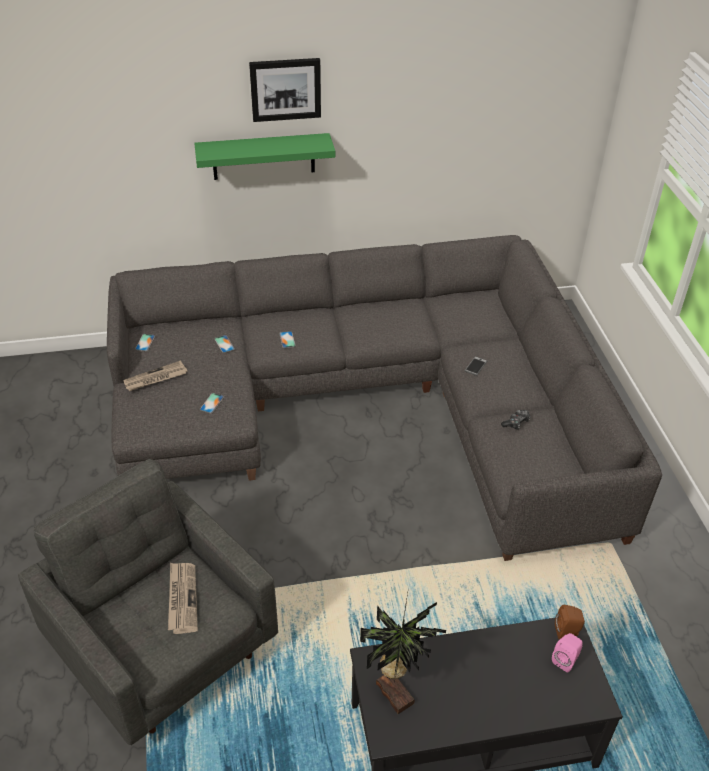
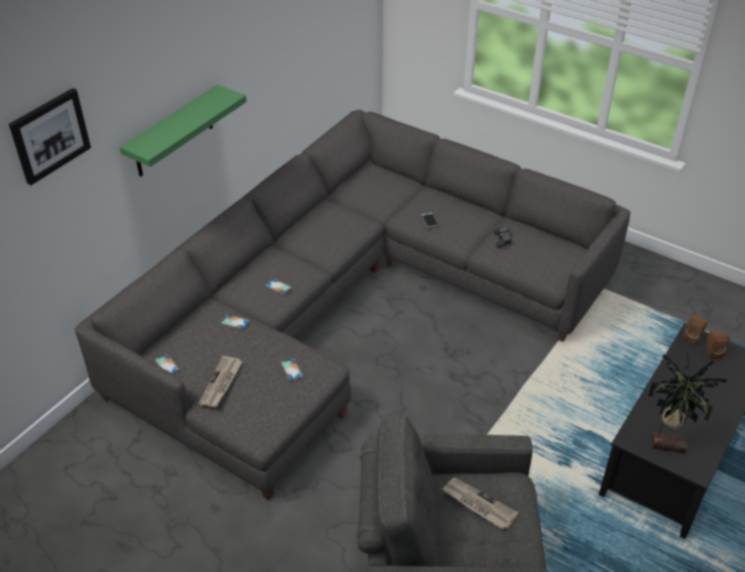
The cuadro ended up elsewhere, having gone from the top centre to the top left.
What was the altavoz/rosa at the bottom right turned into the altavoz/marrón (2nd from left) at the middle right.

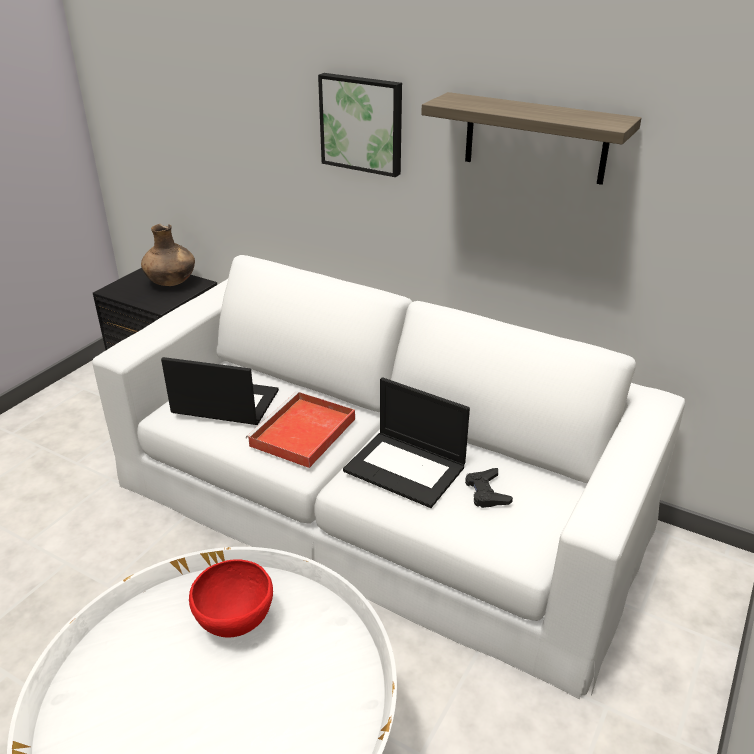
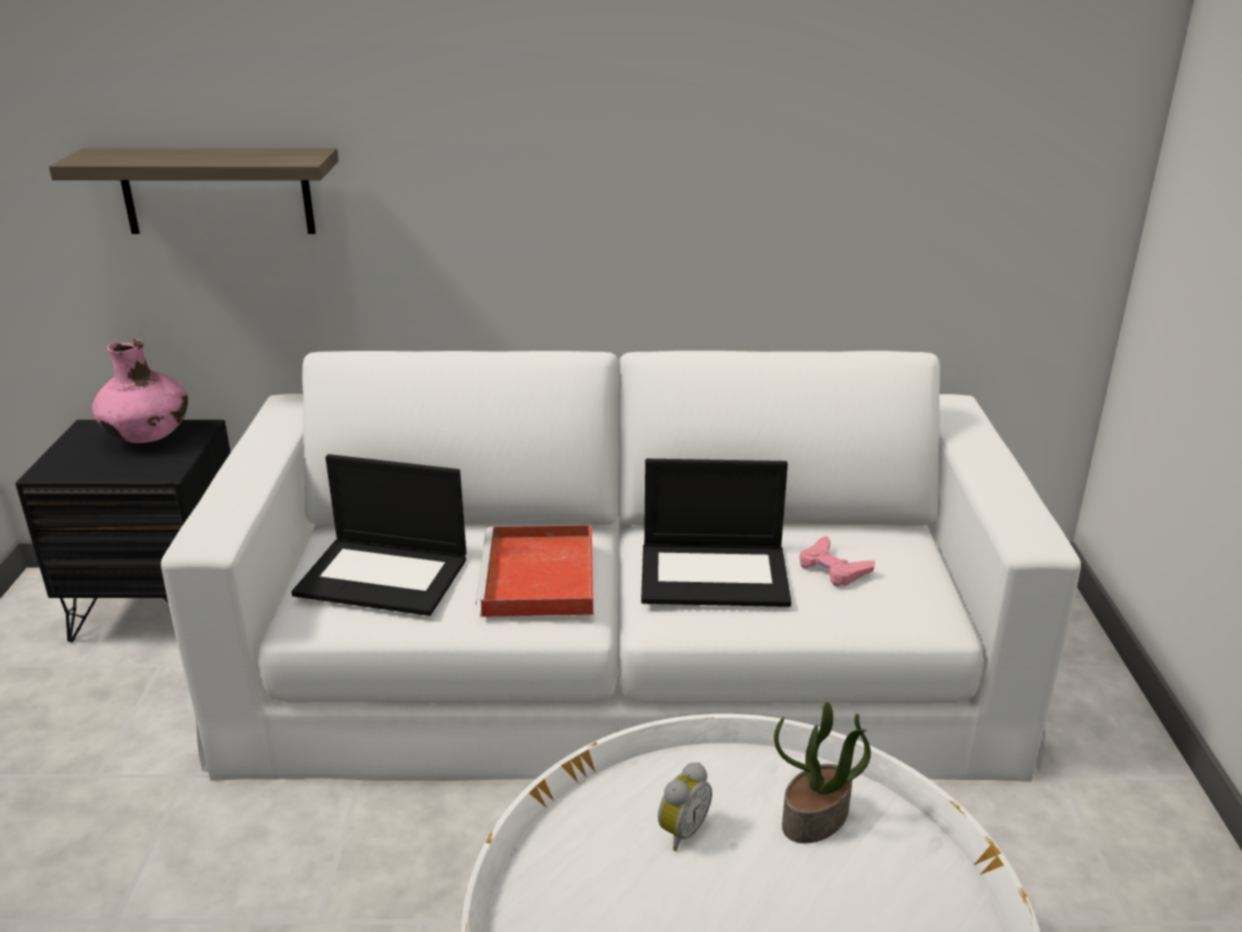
The second view lost the cuadro at the top centre.
The second view gained the planta en maceta at the bottom centre.
The estante ended up elsewhere, having gone from the top right to the top left.
Where the cuenco/rojo stood at the bottom left, the despertador came to stand at the bottom centre.
What was the florero/marrón at the middle left turned into the florero/rosa at the middle left.
What was the mando de consola/negro at the centre turned into the mando de consola/rosa at the middle right.
The portátil (1st from left) at the middle left ended up facing another way, 150 degrees counterclockwise from before.

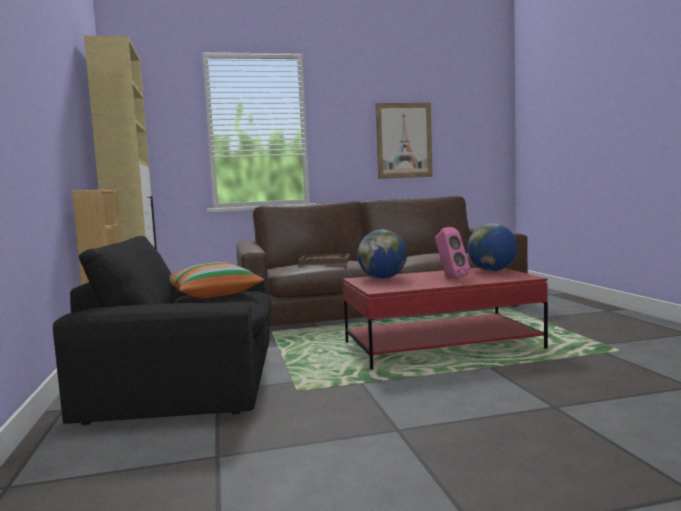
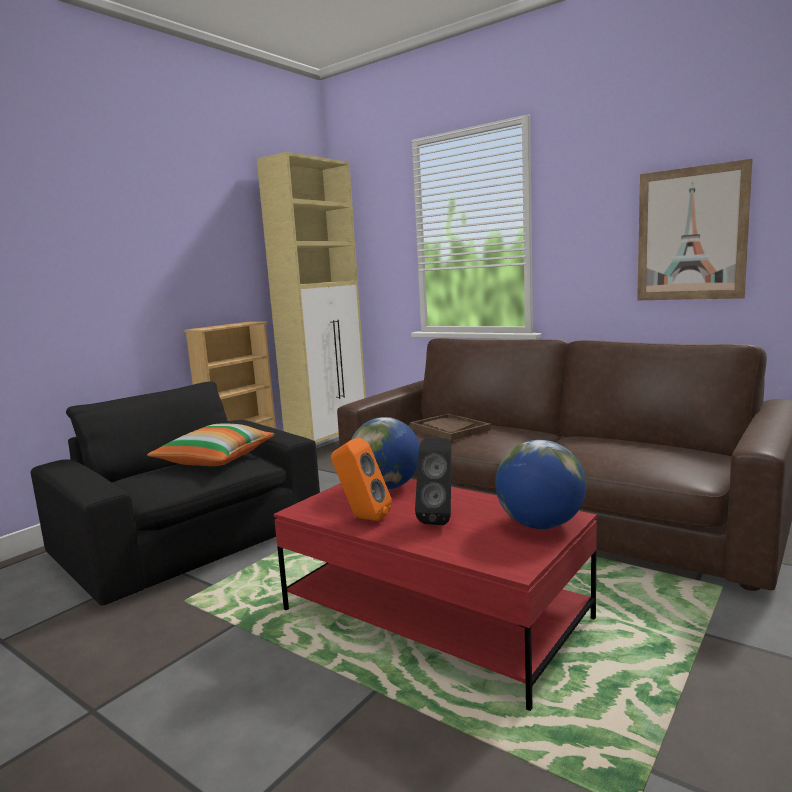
The second view gained the altavoz/naranja at the centre.
What was the altavoz/rosa at the centre turned into the altavoz/negro at the centre.

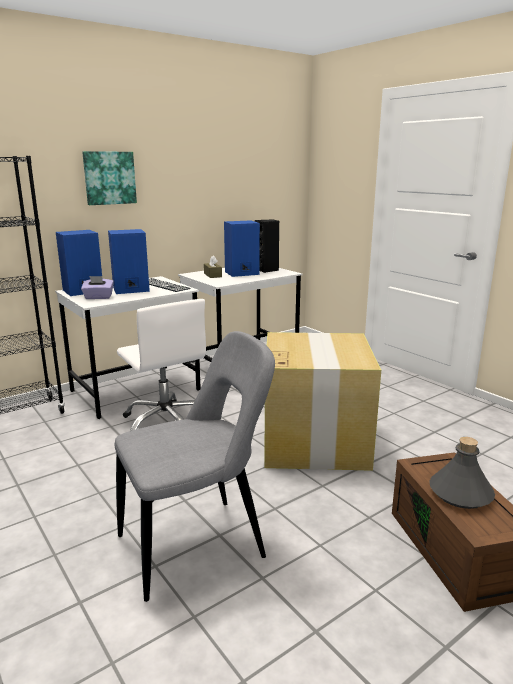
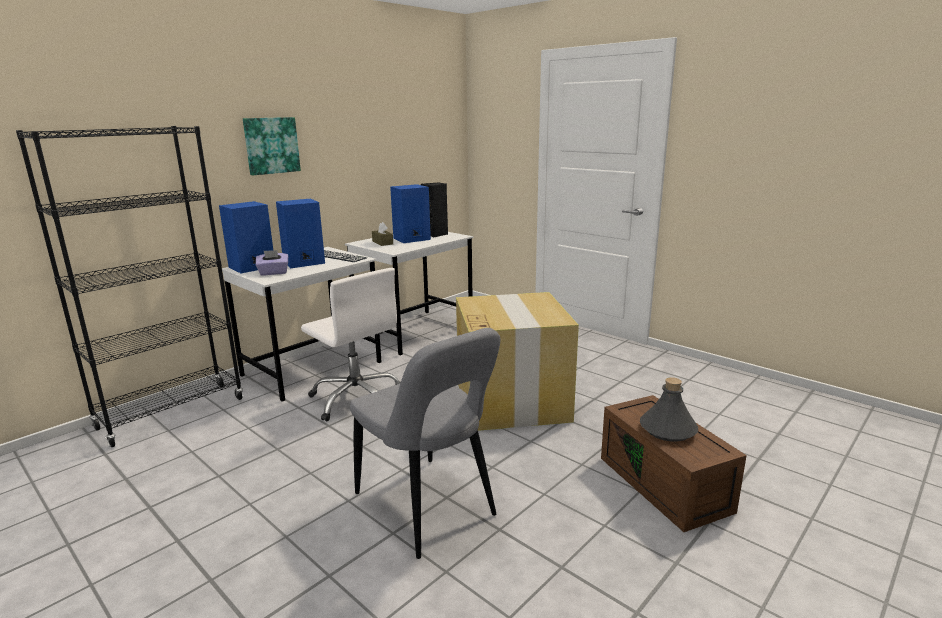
The silla/gris at the bottom centre ended up facing another way, 90 degrees clockwise from before.

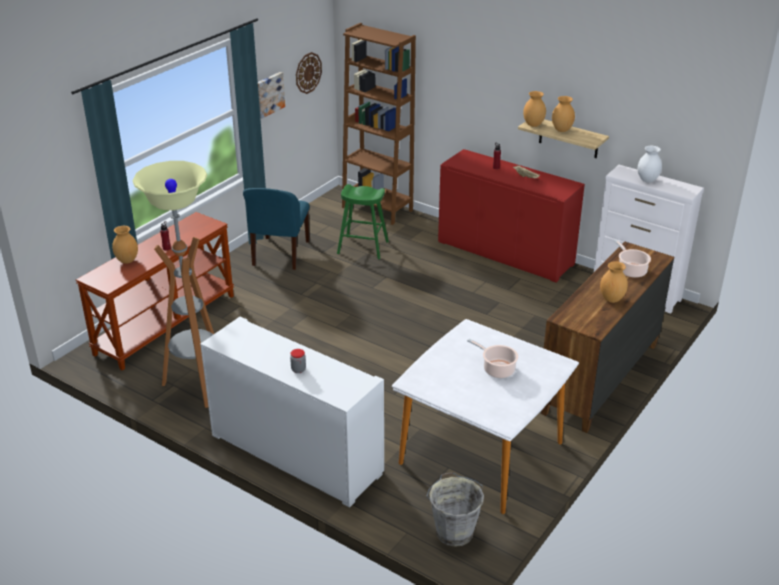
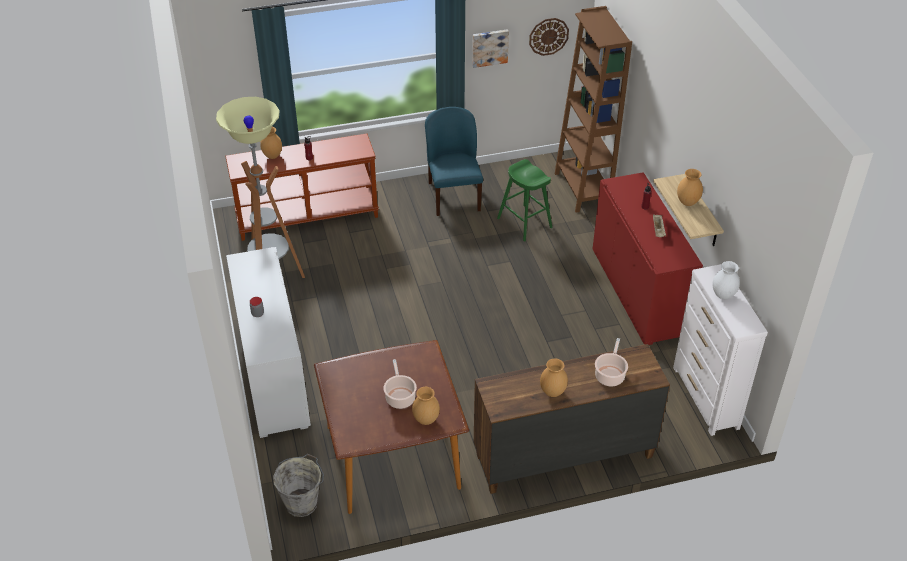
The florero/marrón (2nd from left) ended up elsewhere, having gone from the top right to the bottom centre.
What was the mesa de comedor/blanco at the bottom centre turned into the mesa de comedor/marrón at the bottom centre.
The silla/azul at the centre ended up facing another way, 120 degrees clockwise from before.

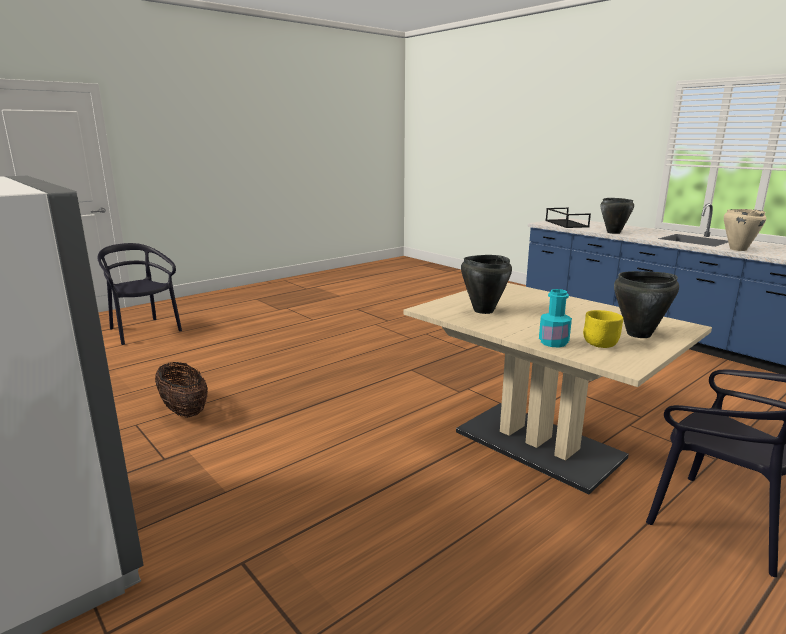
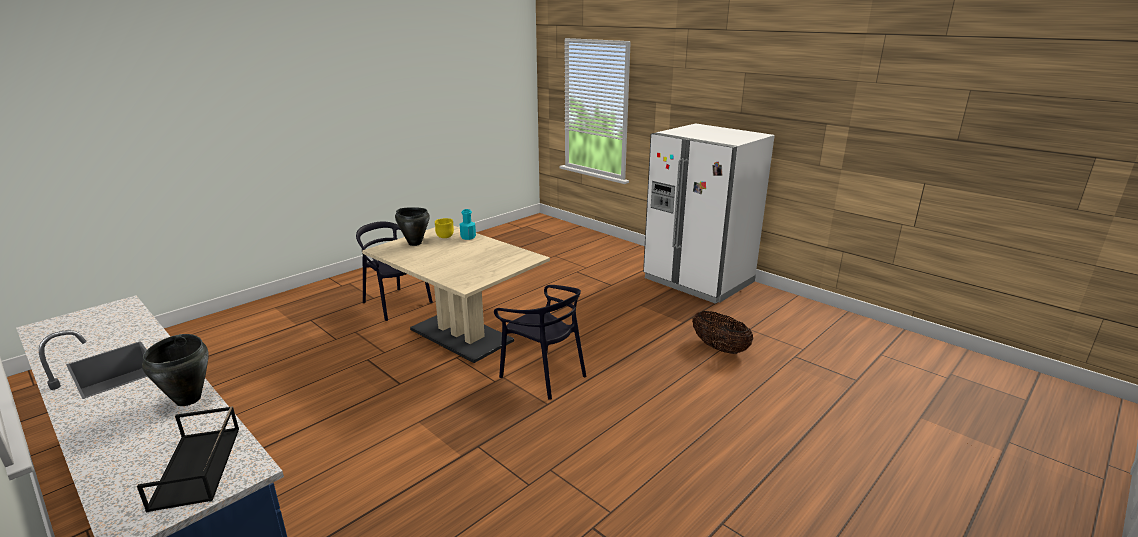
The second view lost the olla/negro (1st from left) at the centre.
The second view lost the olla/beis at the middle right.
The silla/negro (1st from left in the first image) ended up elsewhere, having gone from the middle left to the centre.

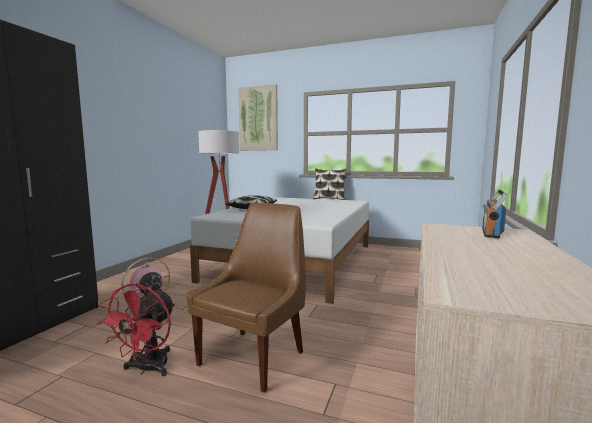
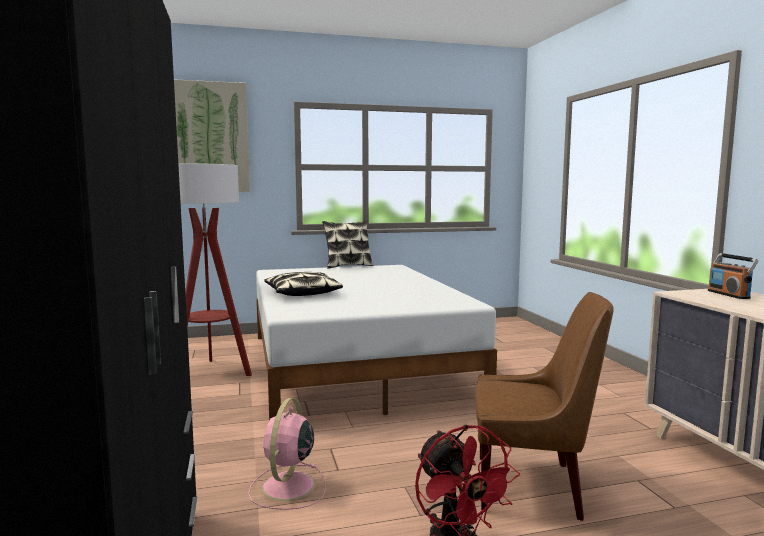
The silla/marrón at the bottom centre ended up facing another way, 105 degrees clockwise from before.

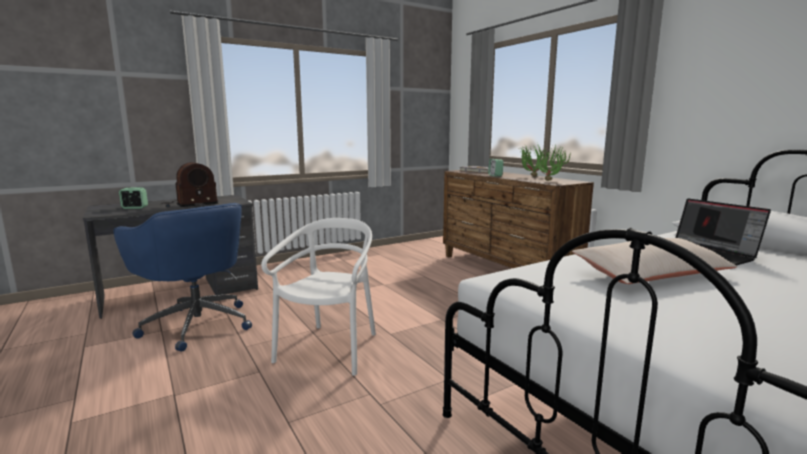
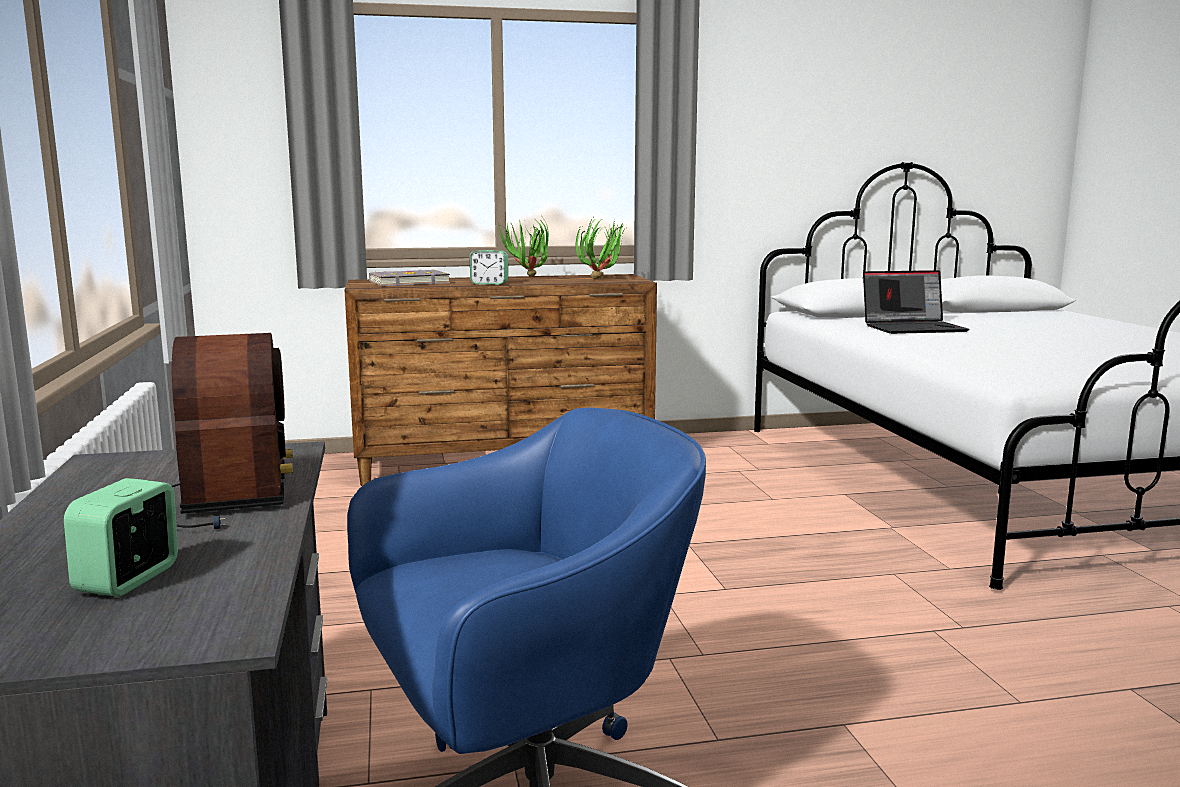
The second view lost the silla/blanco at the centre.
The second view lost the cojín/beis at the middle right.

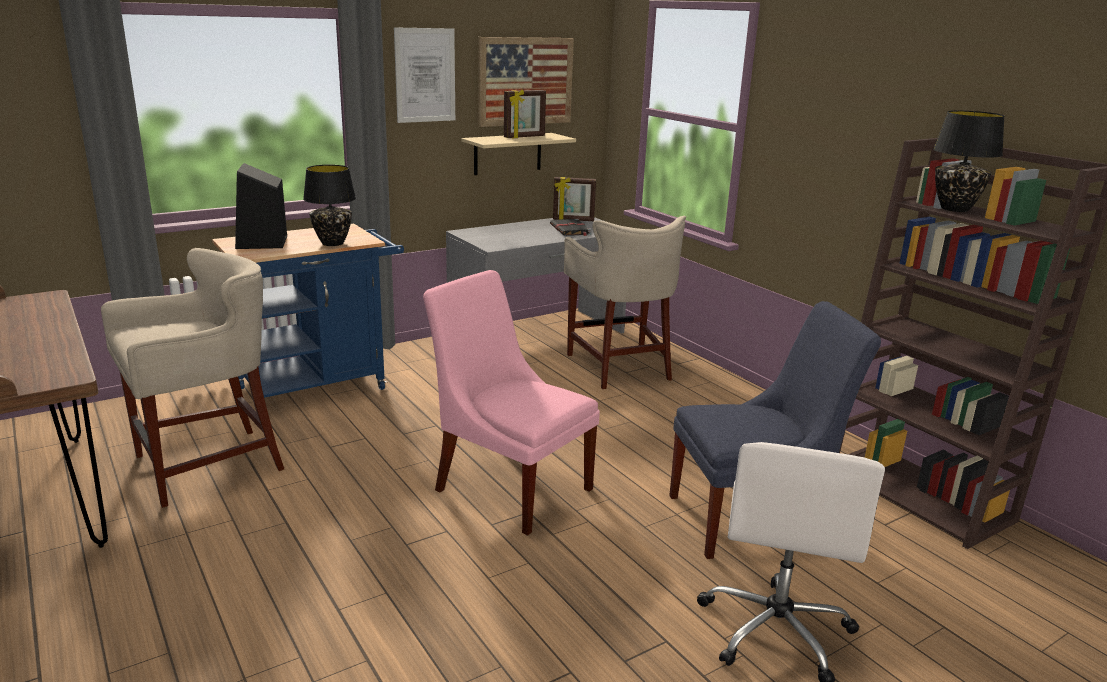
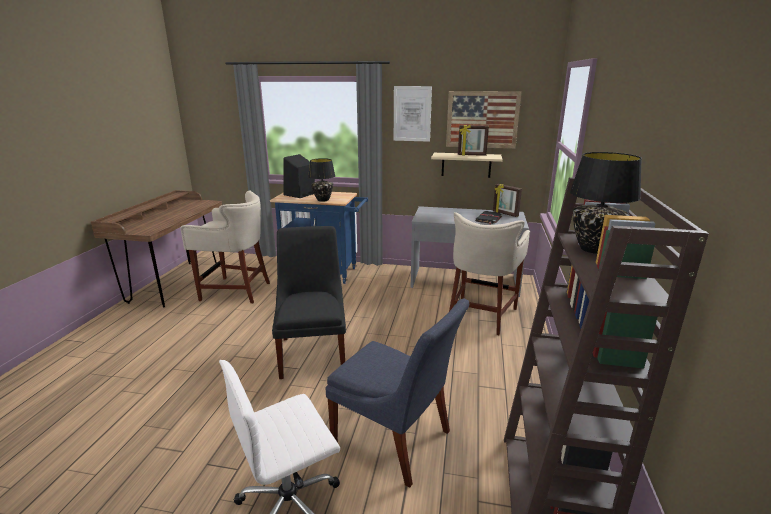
What was the silla/rosa at the centre turned into the silla/negro at the centre.

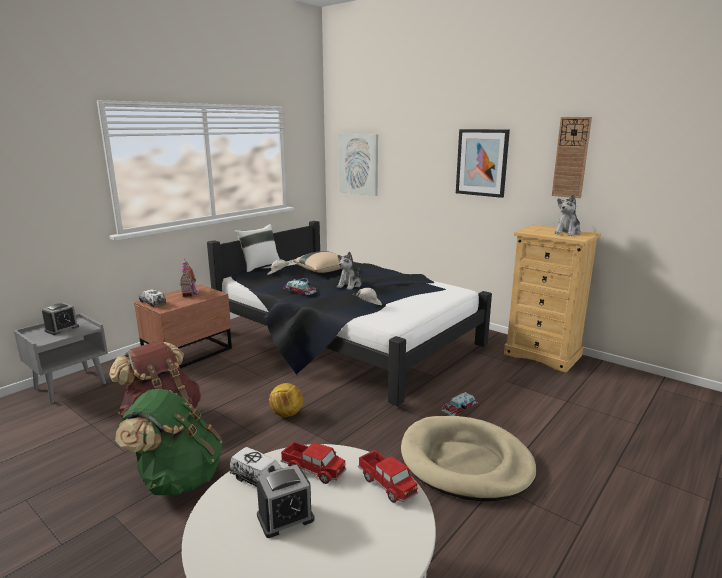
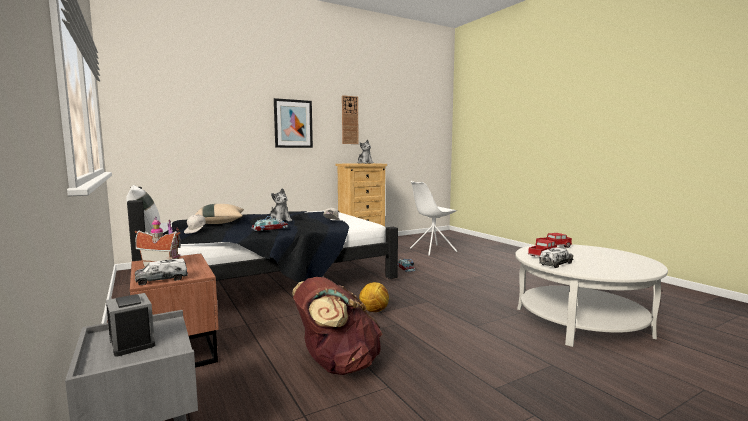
The second view lost the mochila/verde at the bottom left.
The second view lost the despertador (2nd from left) at the bottom centre.
The second view lost the cuadro (1st from left) at the top centre.
The second view lost the cama para perro/beis at the bottom centre.
The second view gained the silla/blanco at the centre.

